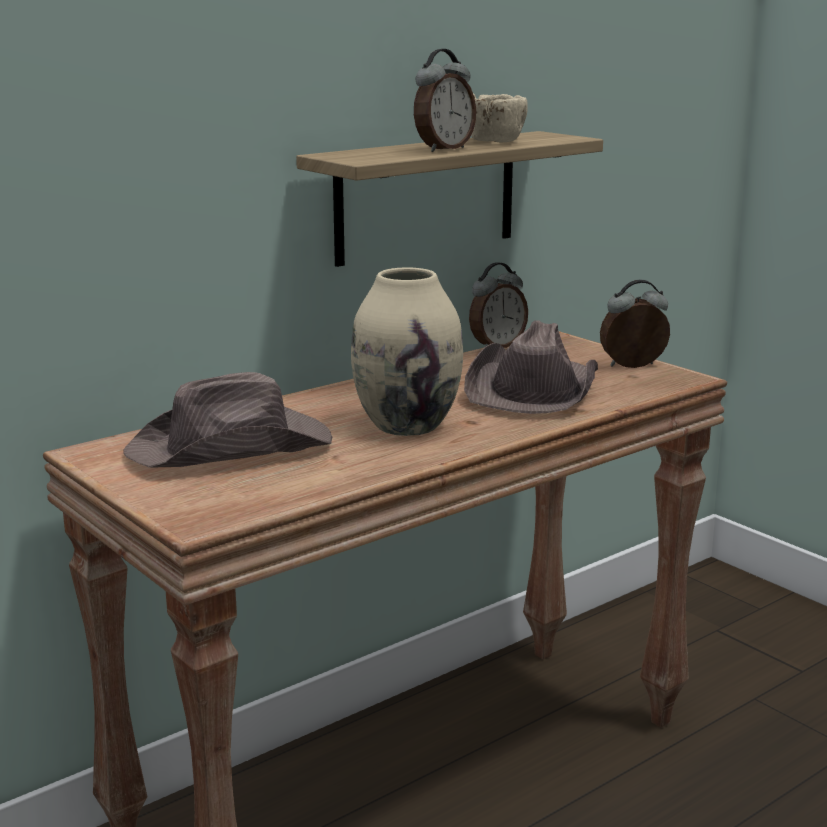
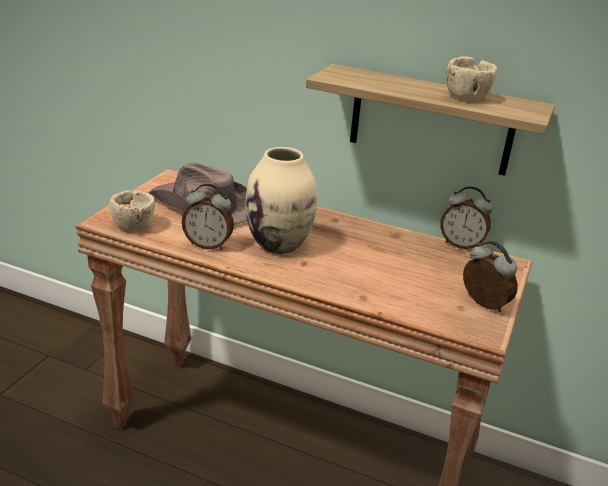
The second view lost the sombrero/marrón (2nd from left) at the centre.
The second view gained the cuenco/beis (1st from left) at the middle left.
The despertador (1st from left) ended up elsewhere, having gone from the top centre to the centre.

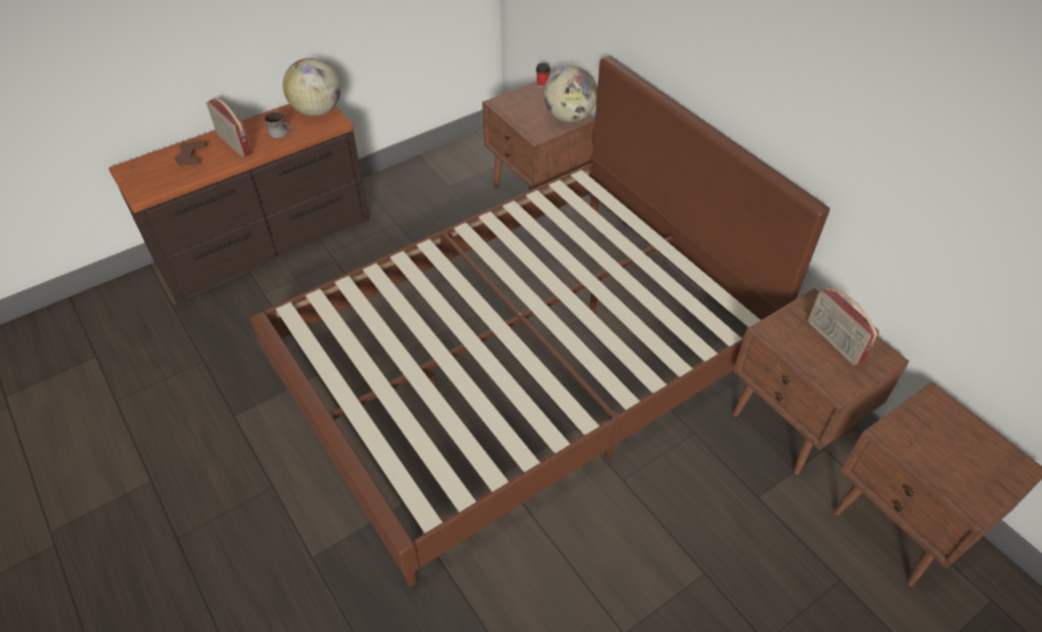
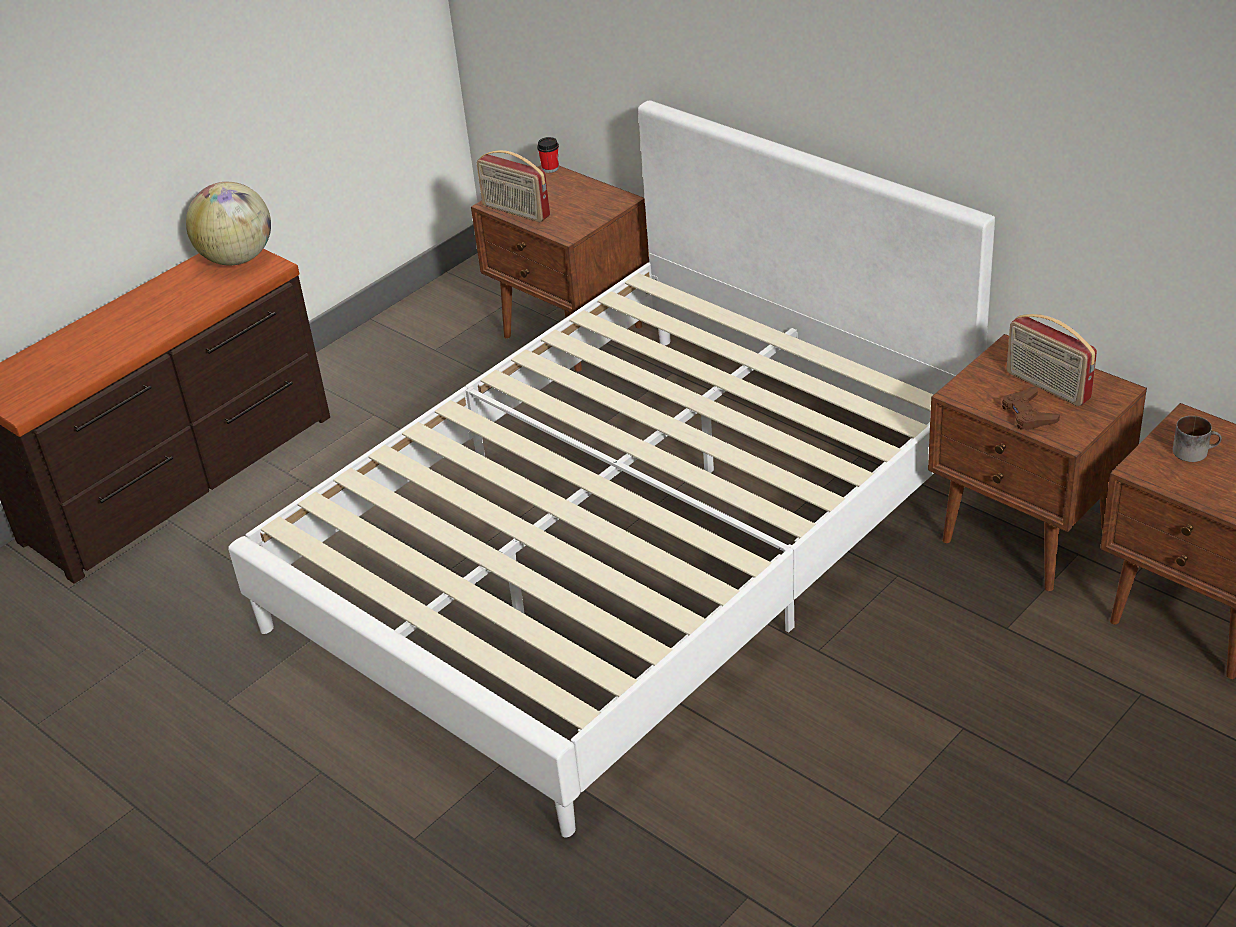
The second view lost the globo terráqueo (2nd from left) at the top centre.
The mando de consola/marrón ended up elsewhere, having gone from the top left to the middle right.
The radio (1st from left) ended up elsewhere, having gone from the top left to the top centre.
The taza grande ended up elsewhere, having gone from the top left to the middle right.
What was the cama/marrón at the centre turned into the cama/blanco at the centre.

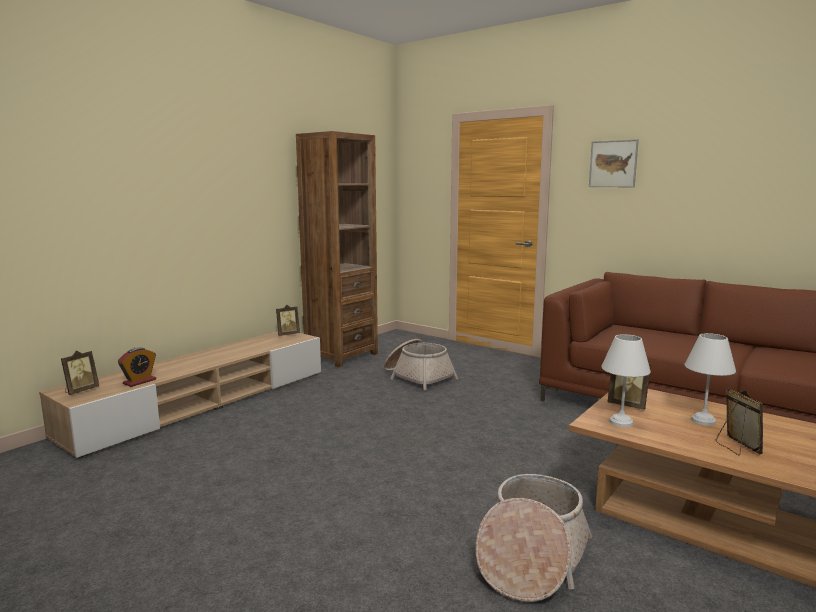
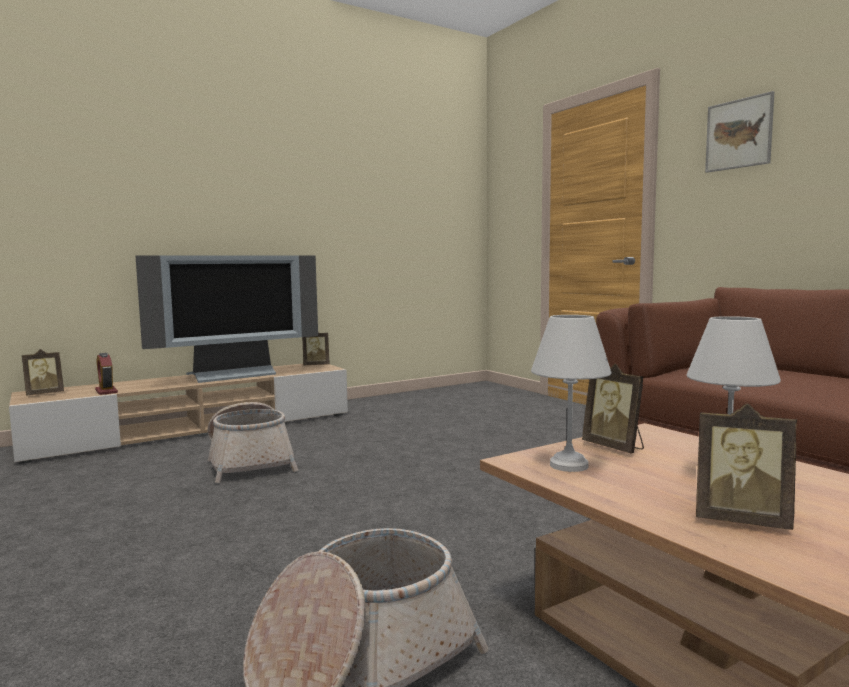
The second view lost the estantería/marrón at the centre.
The second view gained the televisor at the middle left.
The cesta (1st from left) ended up elsewhere, having gone from the centre to the middle left.
The despertador at the middle left ended up facing another way, 90 degrees clockwise from before.
The portarretratos (4th from left) at the bottom right ended up facing another way, 105 degrees clockwise from before.

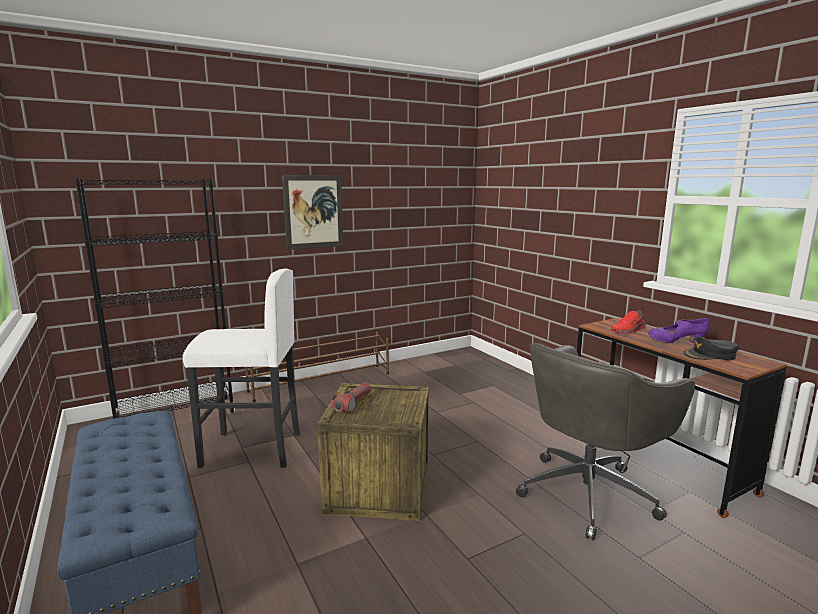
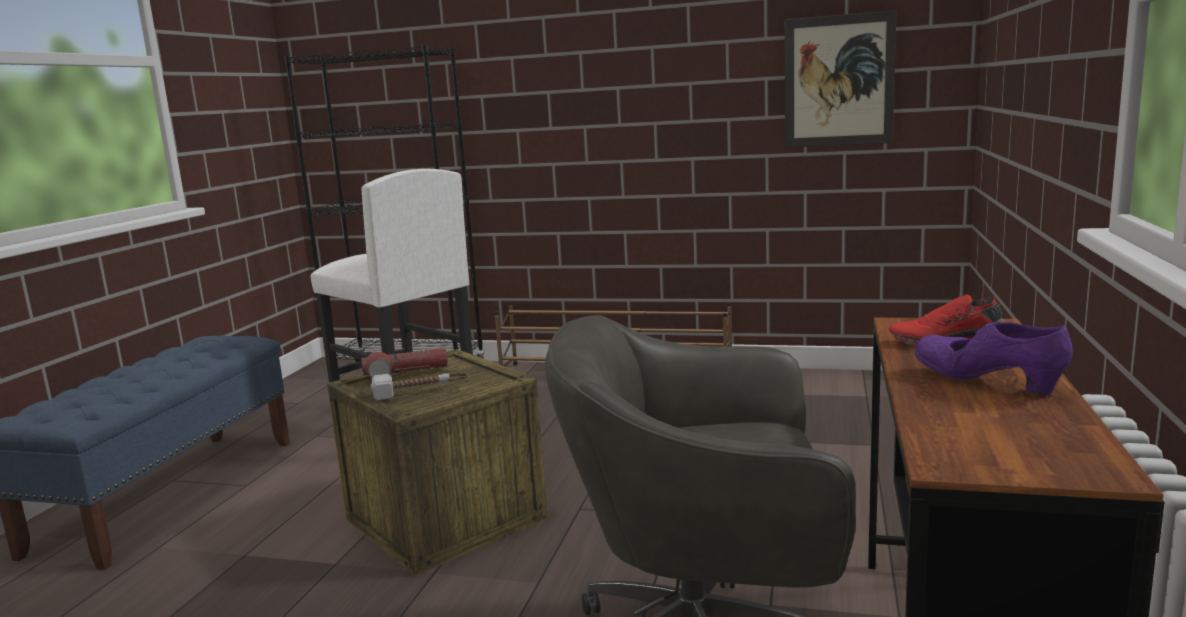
The second view lost the gorra/negro at the middle right.
The second view gained the martillo at the centre.
The cuadro ended up elsewhere, having gone from the centre to the top right.

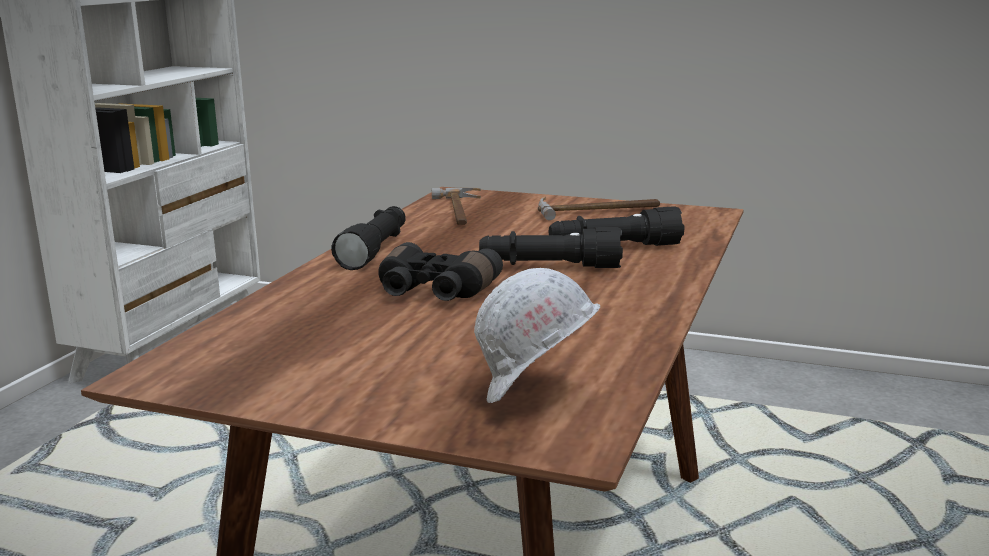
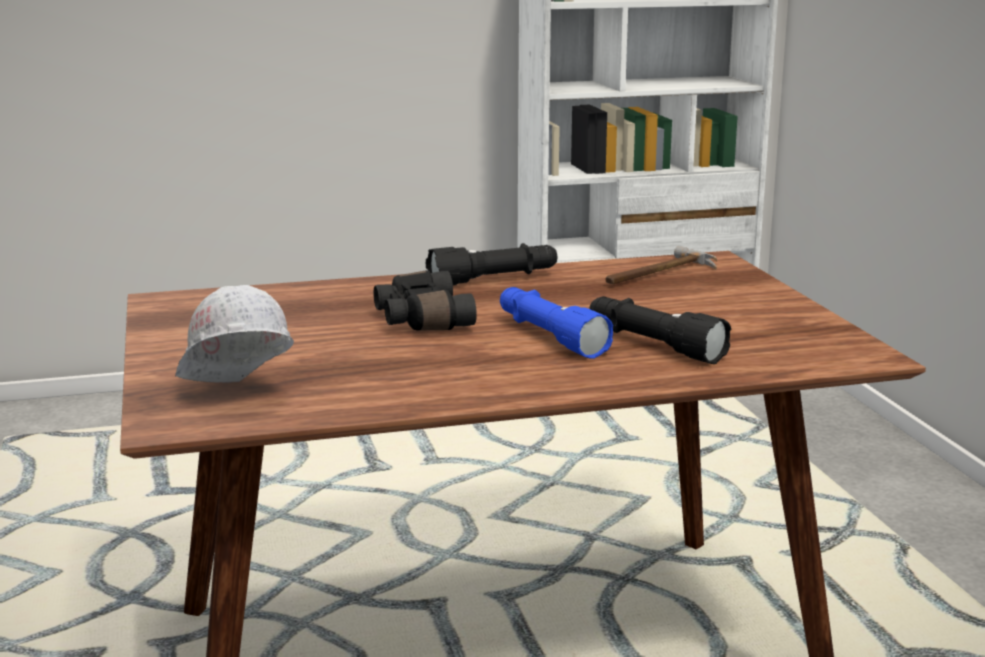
The second view lost the martillo (2nd from left) at the centre.
What was the linterna/negro (2nd from left) at the centre turned into the linterna/azul at the centre.

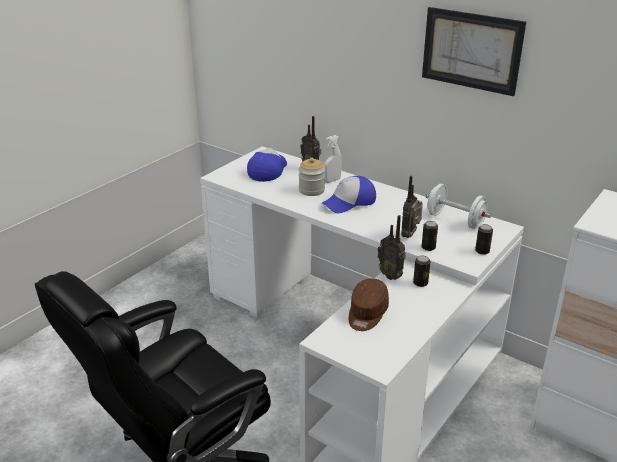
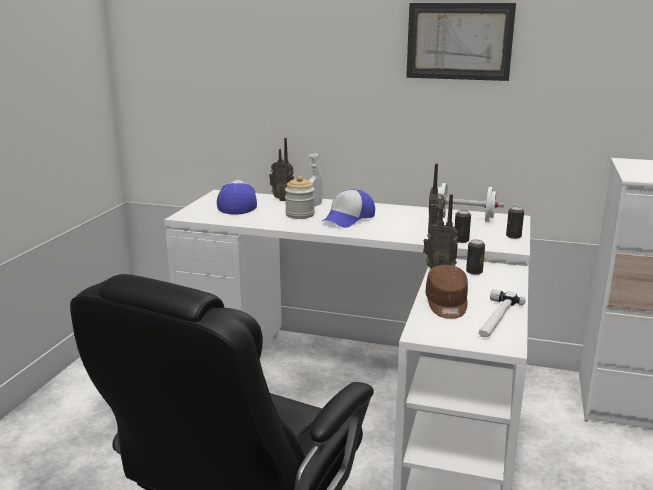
The second view gained the martillo at the middle right.

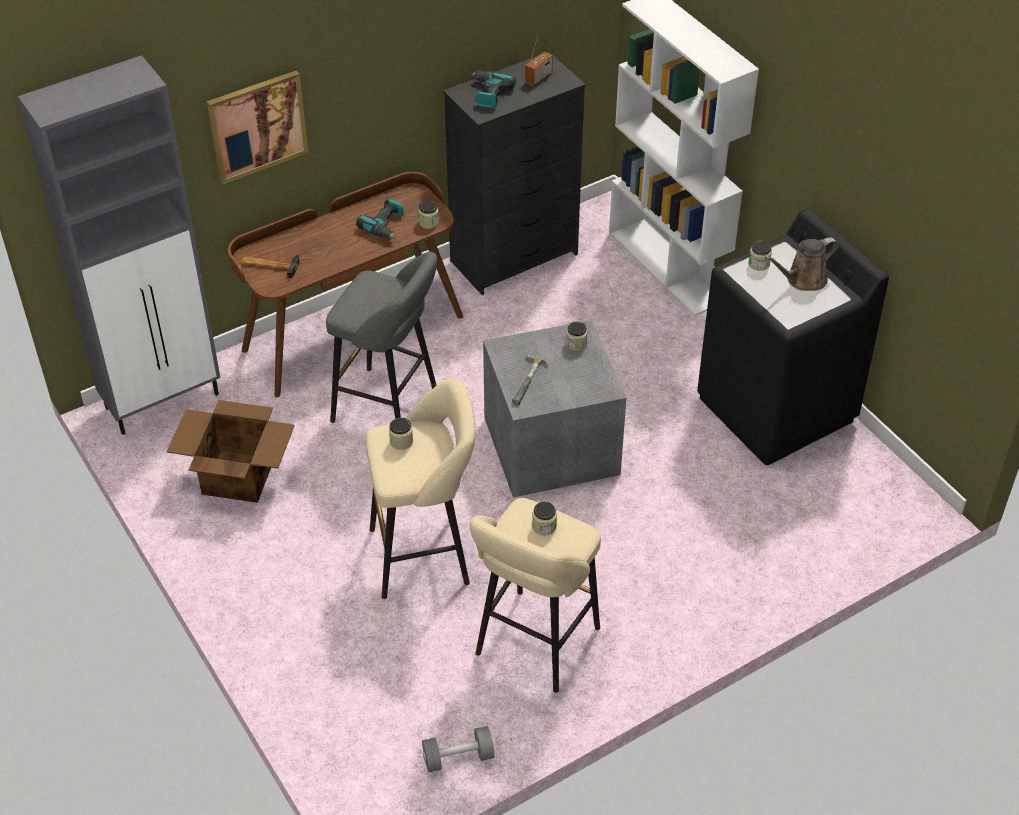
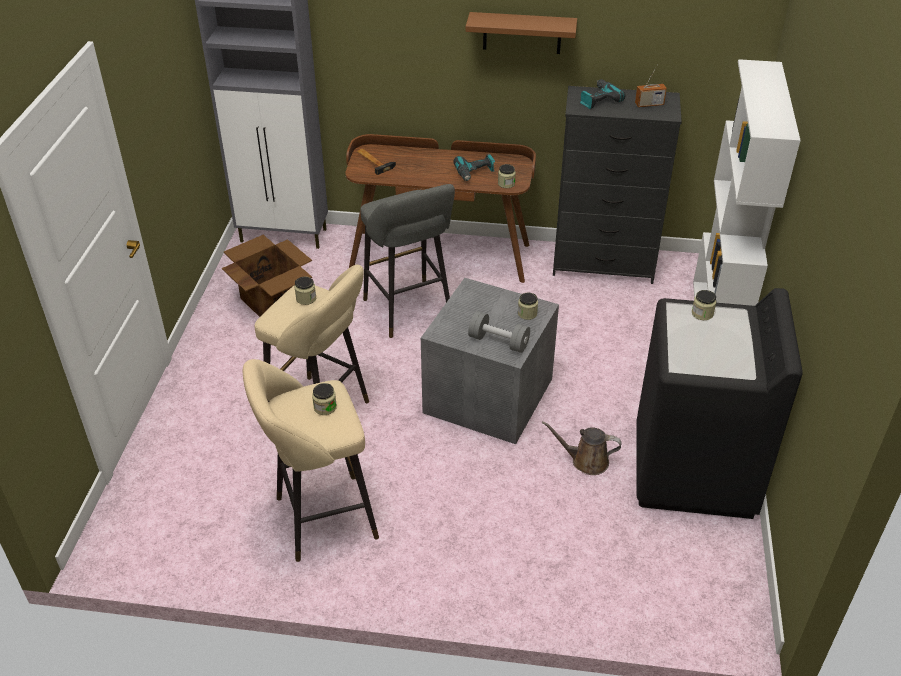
The second view lost the cuadro at the top left.
The second view lost the martillo (2nd from left) at the centre.
The second view gained the estante/marrón at the top centre.
The mancuerna/gris ended up elsewhere, having gone from the bottom centre to the centre.
The regadera/marrón ended up elsewhere, having gone from the top right to the centre.

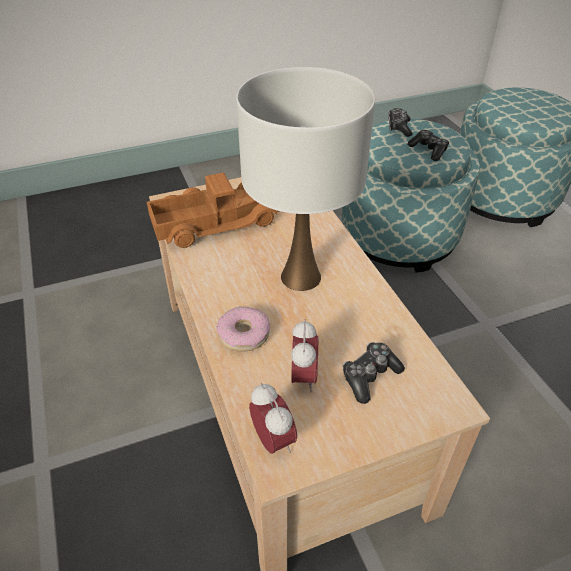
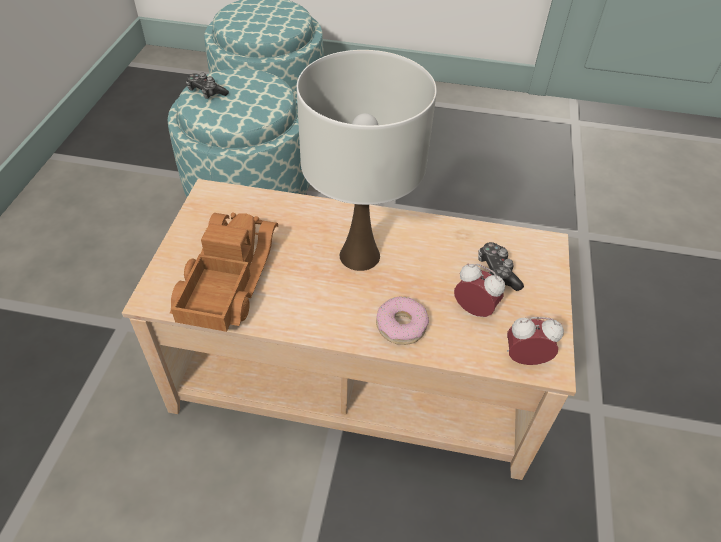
The second view lost the mando de consola (3rd from left) at the top right.

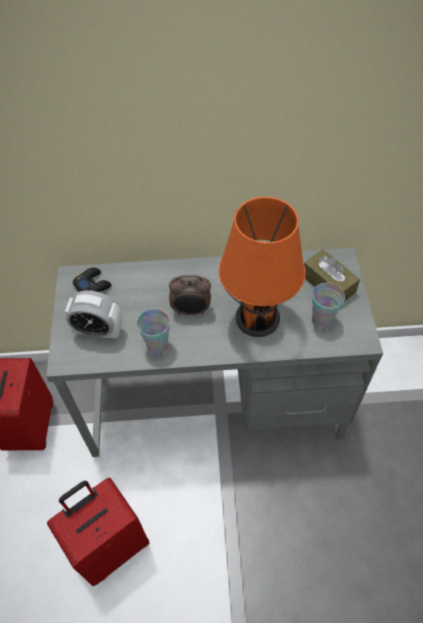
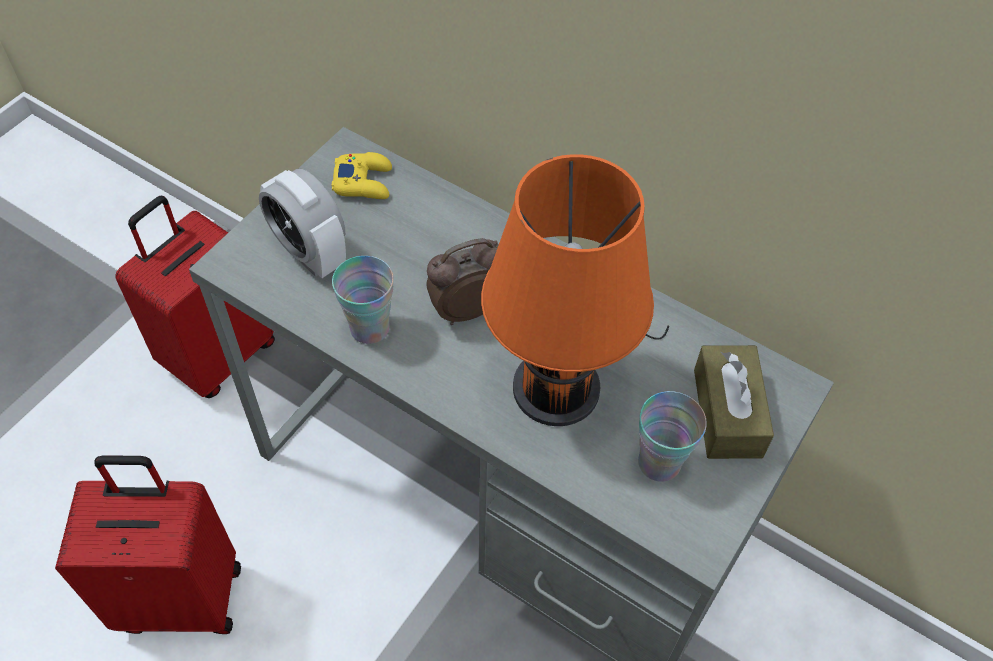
What was the mando de consola/negro at the middle left turned into the mando de consola/amarillo at the top centre.
The despertador (2nd from left) at the centre ended up facing another way, 120 degrees clockwise from before.

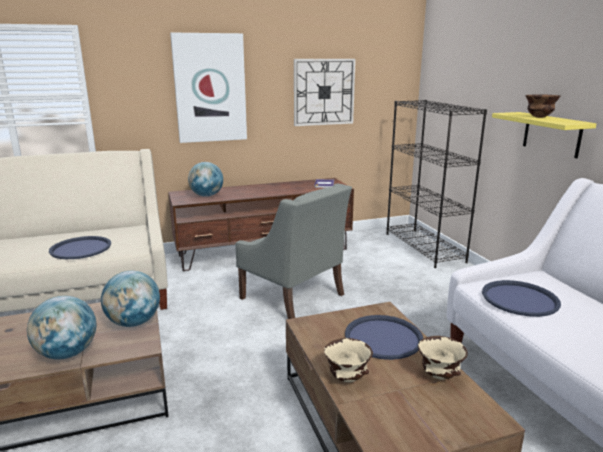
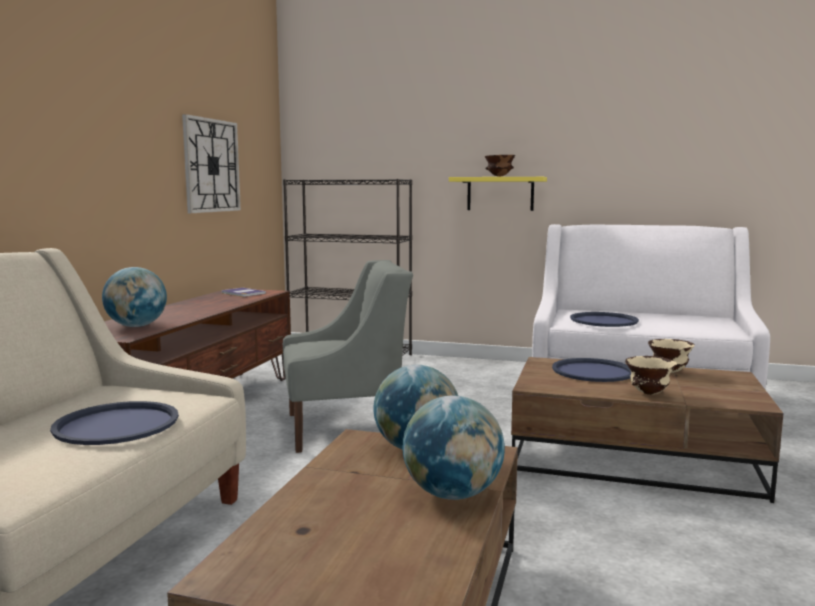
The second view lost the cuadro at the top centre.

